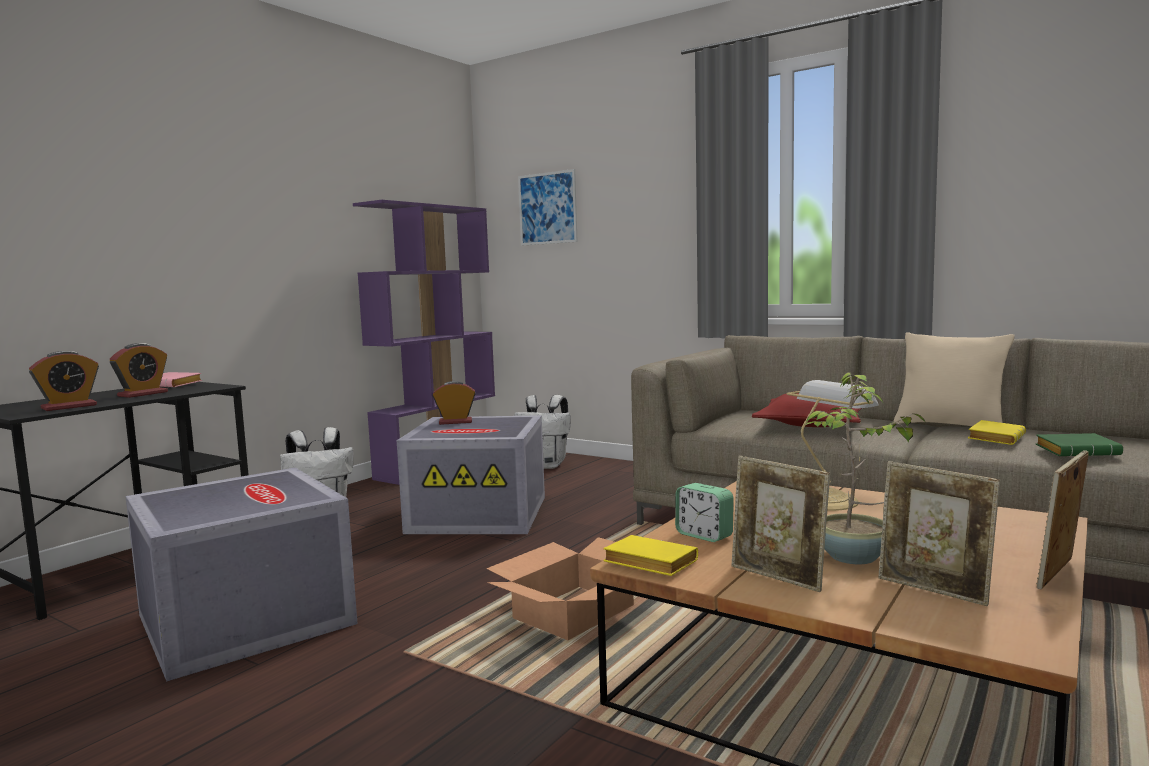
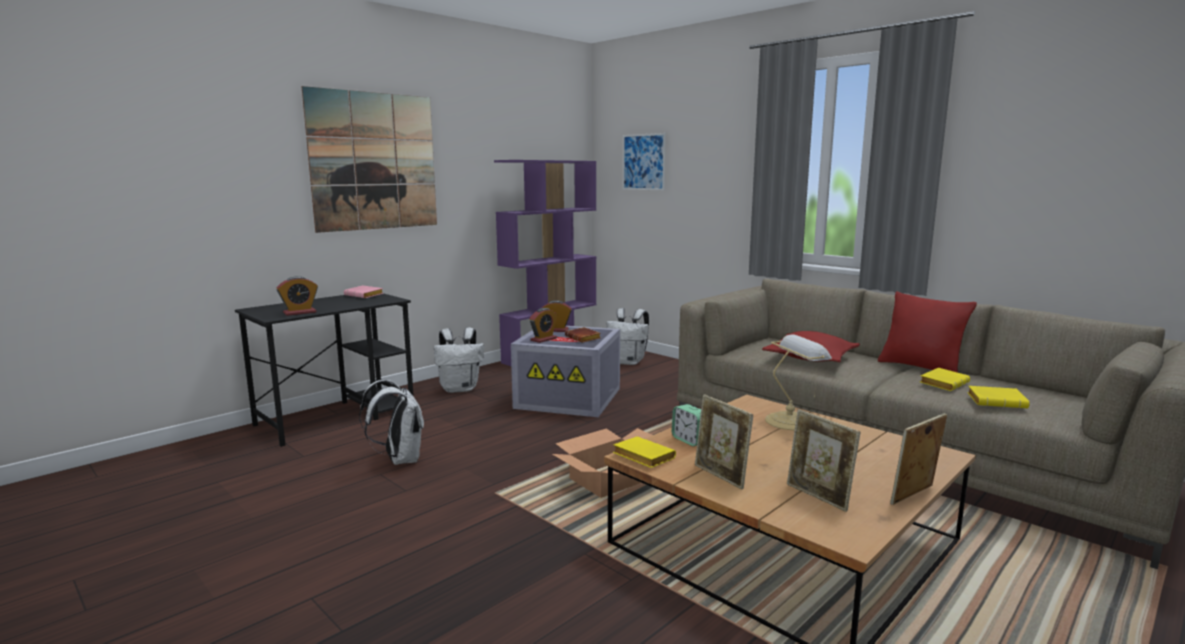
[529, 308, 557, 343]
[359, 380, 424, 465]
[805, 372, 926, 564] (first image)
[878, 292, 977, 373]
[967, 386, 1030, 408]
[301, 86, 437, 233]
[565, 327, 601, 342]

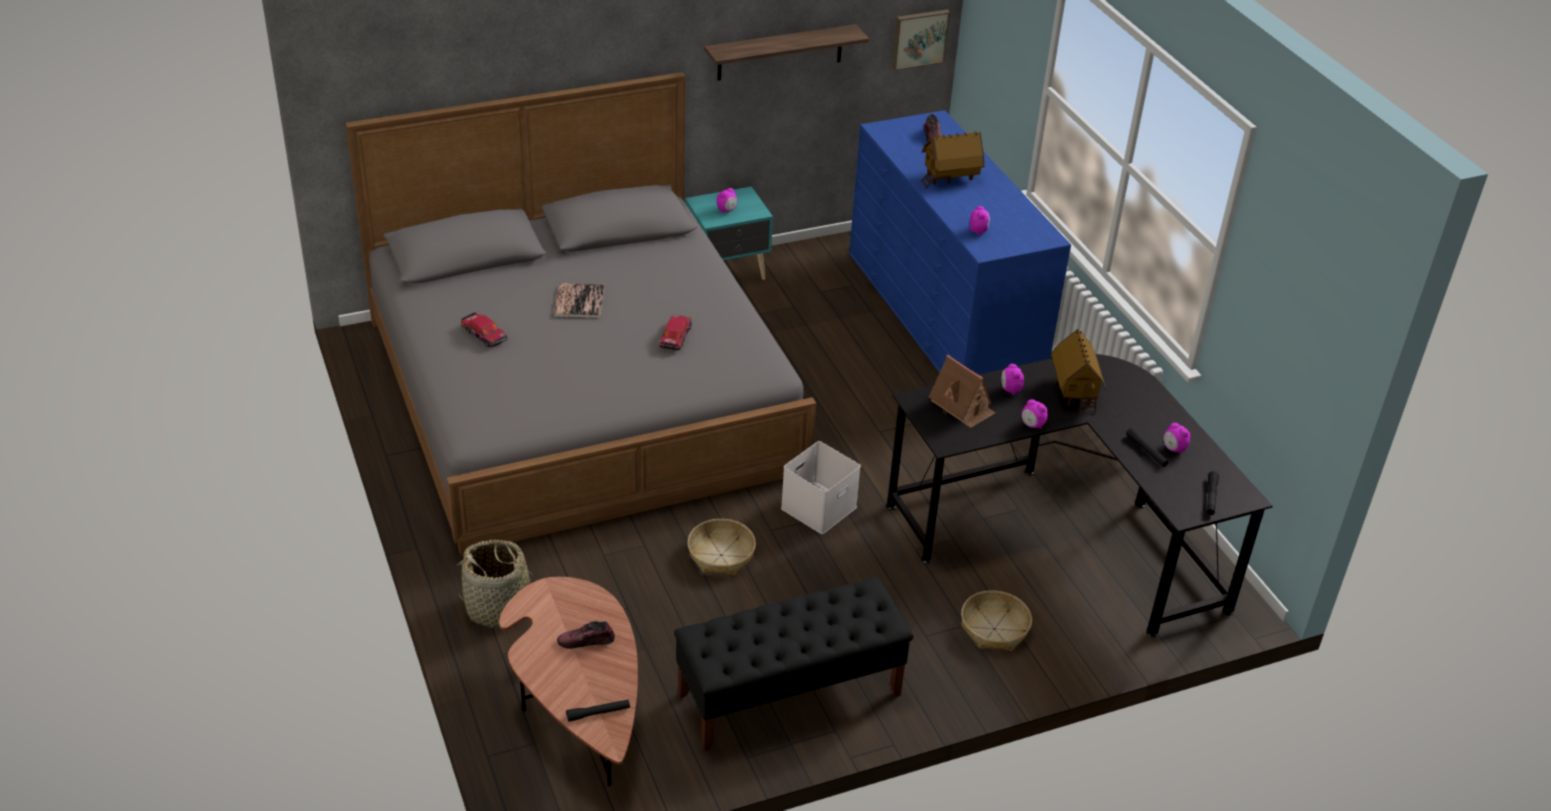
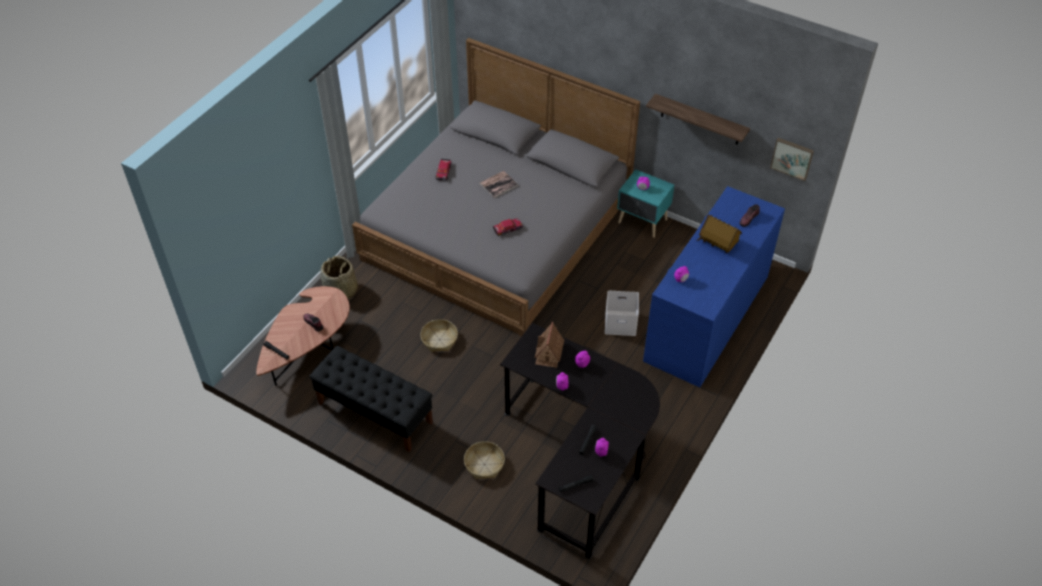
[605, 291, 639, 336]
[1051, 329, 1106, 415] (first image)

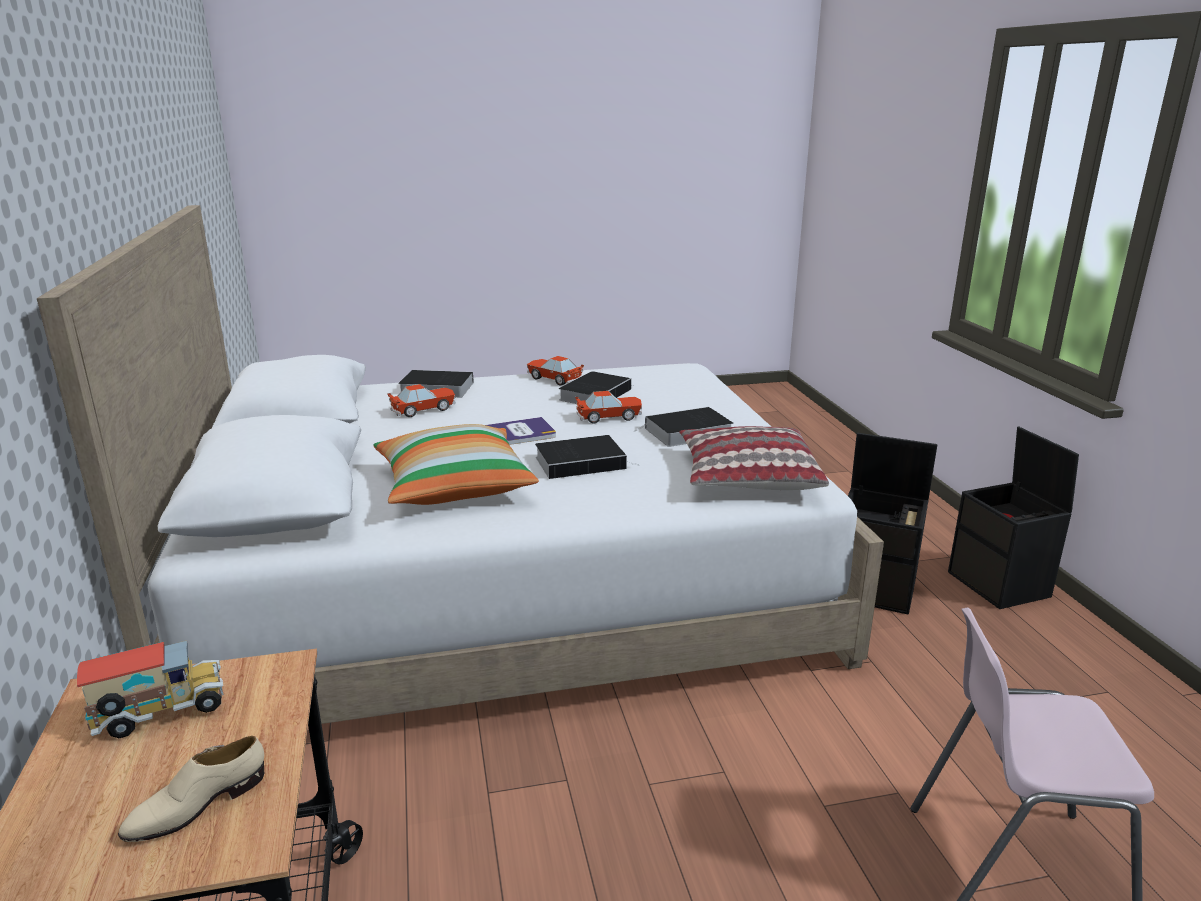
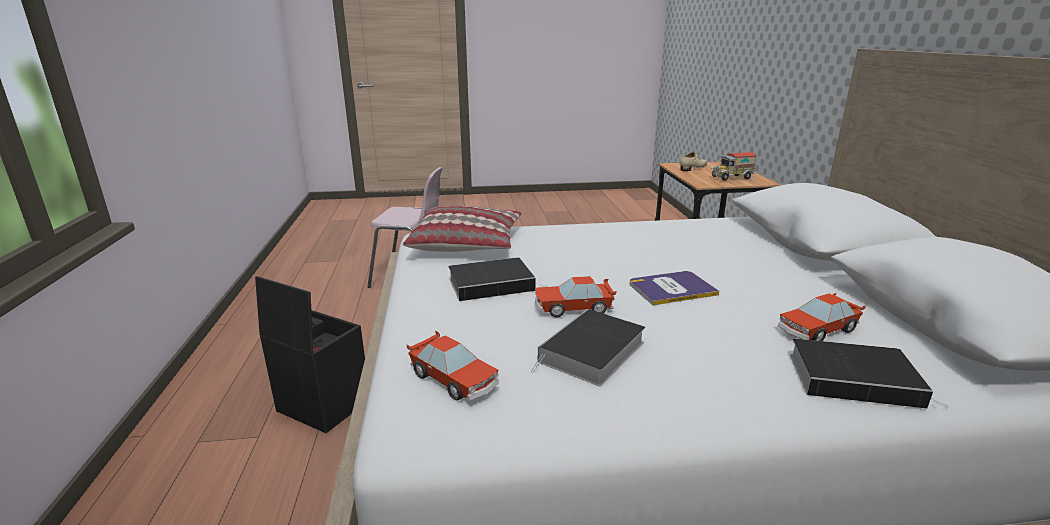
[373, 424, 539, 505] (first image)
[407, 331, 499, 401]
[535, 435, 635, 479] (first image)
[948, 427, 1079, 609] (first image)

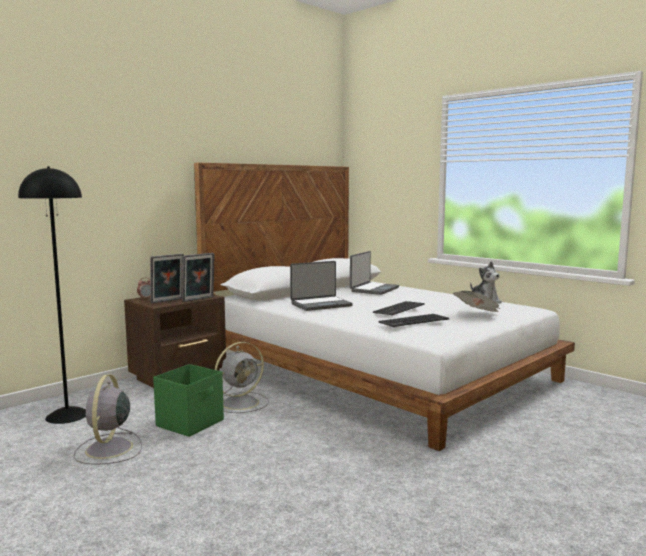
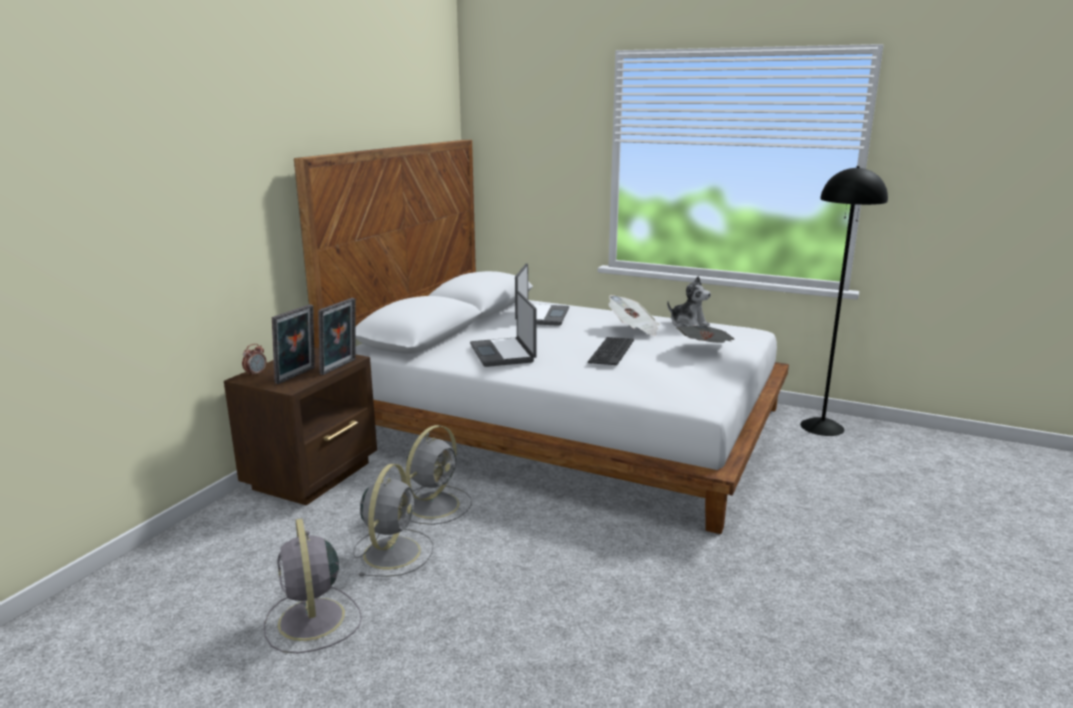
[800, 166, 888, 436]
[353, 464, 434, 577]
[470, 291, 537, 367]
[379, 314, 449, 327] (first image)
[608, 295, 659, 336]

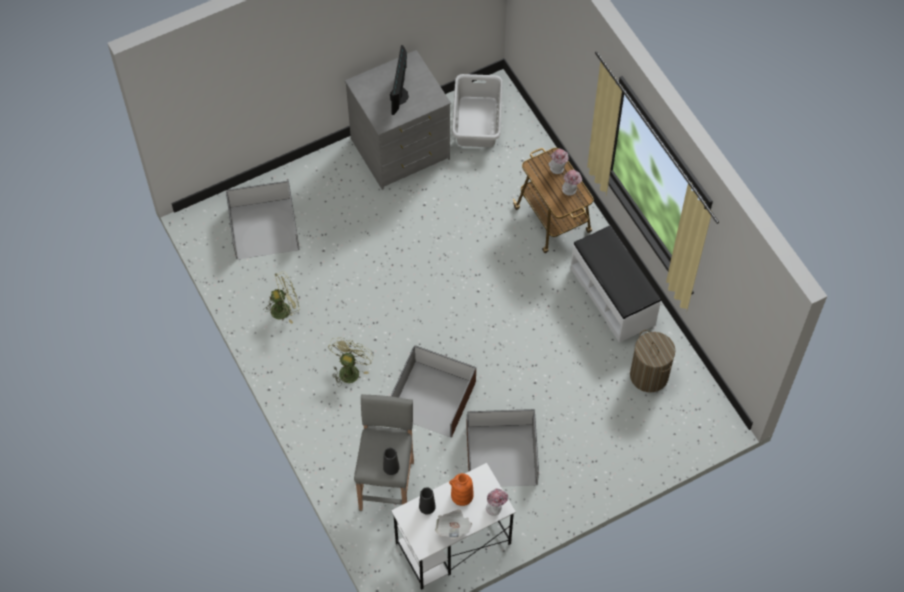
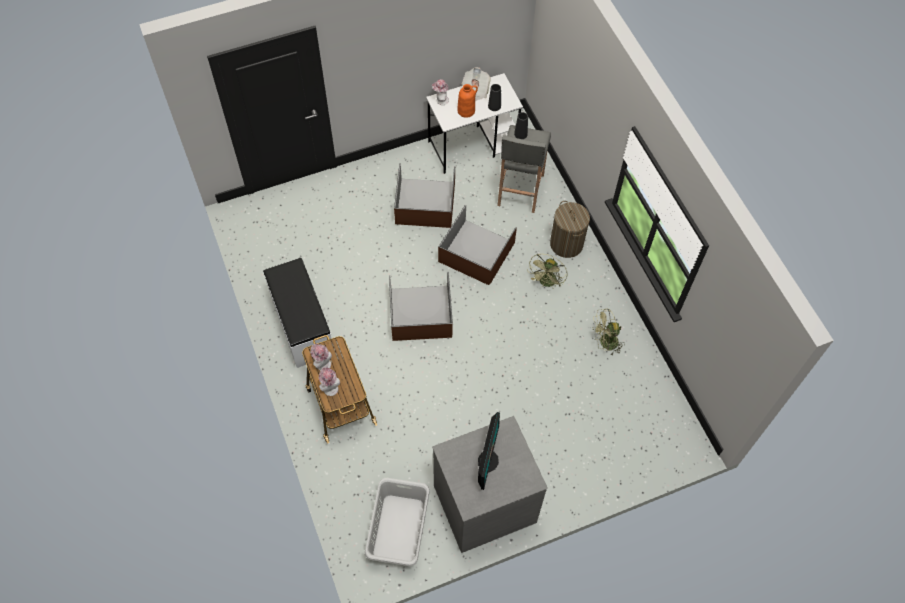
[389, 272, 453, 341]
[550, 201, 590, 258]

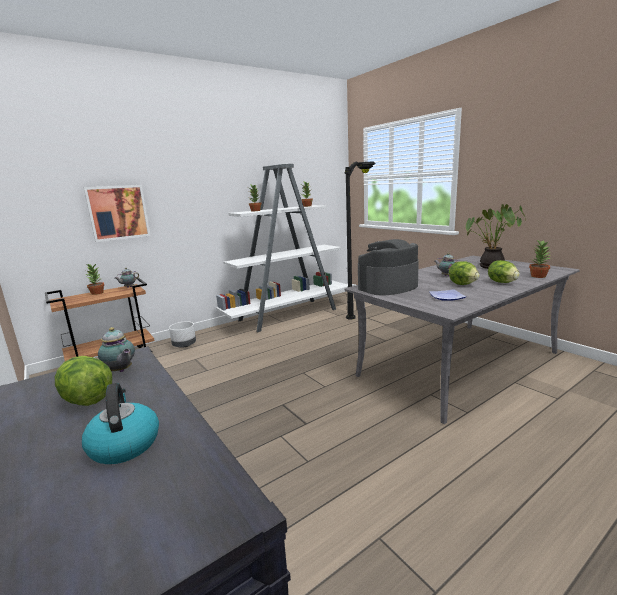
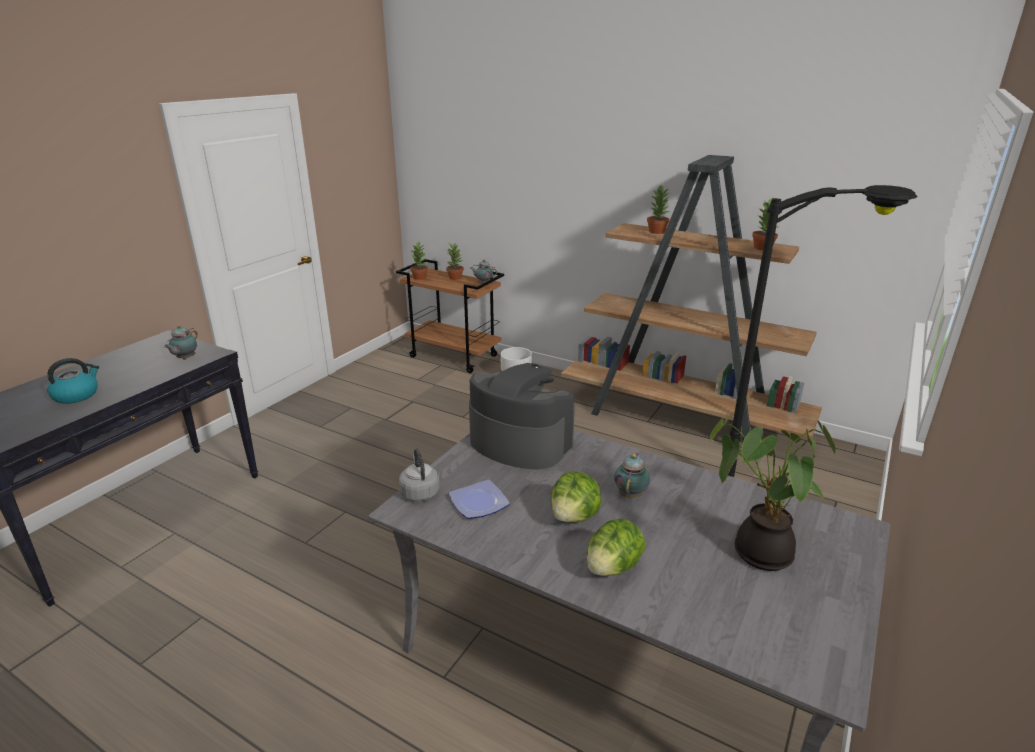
[55, 356, 112, 406] (first image)
[83, 185, 151, 242] (first image)
[561, 155, 822, 441]
[410, 242, 428, 280]
[399, 449, 439, 501]

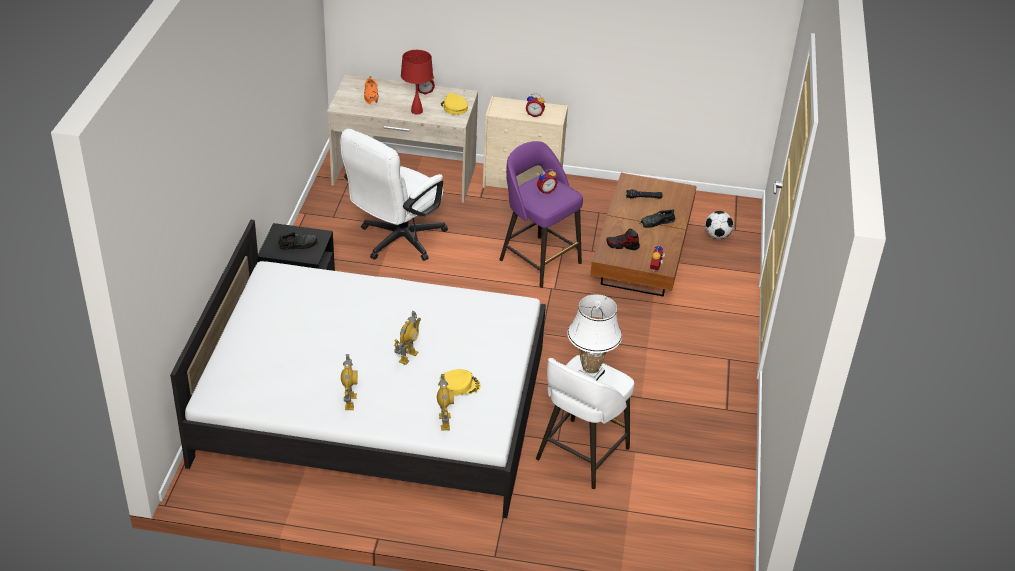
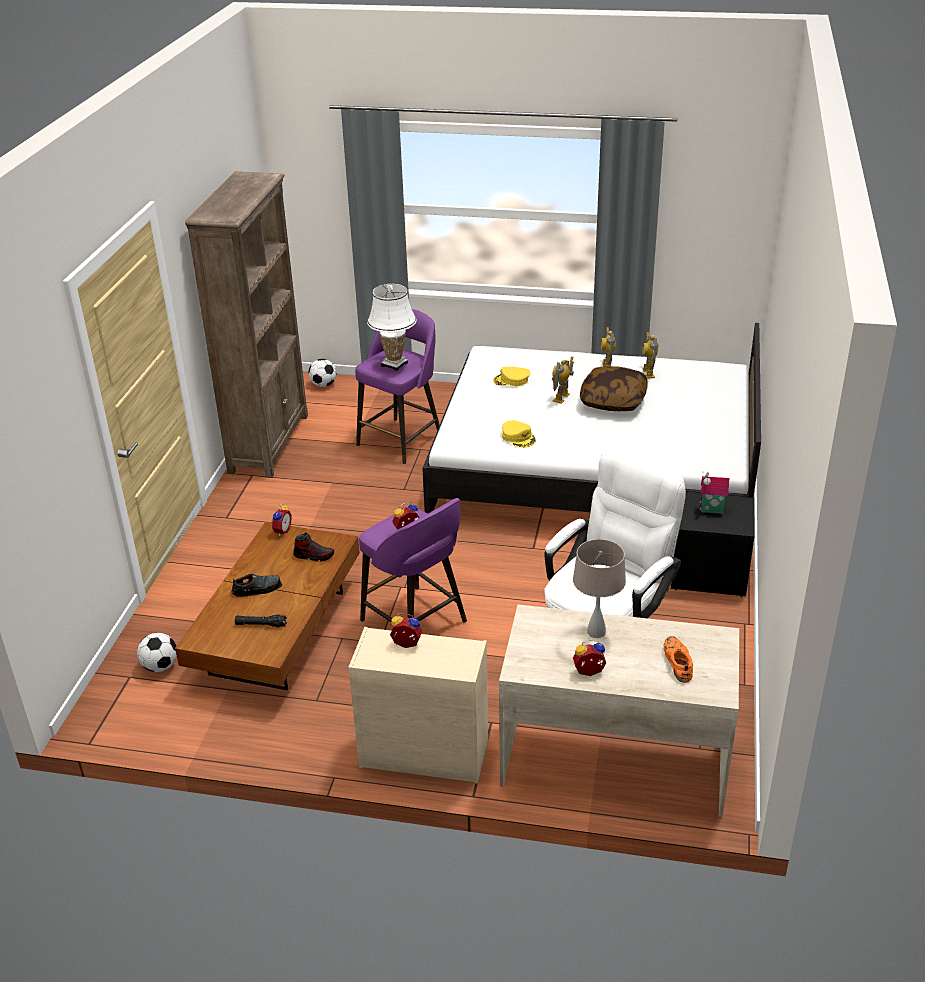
[700, 471, 729, 514]
[573, 539, 626, 638]
[642, 332, 658, 379]
[502, 420, 536, 448]
[355, 309, 440, 464]
[185, 171, 308, 478]
[308, 359, 337, 387]
[580, 366, 648, 411]

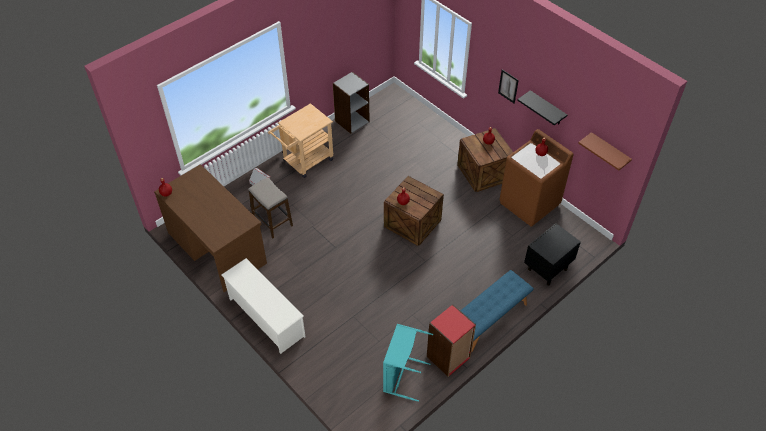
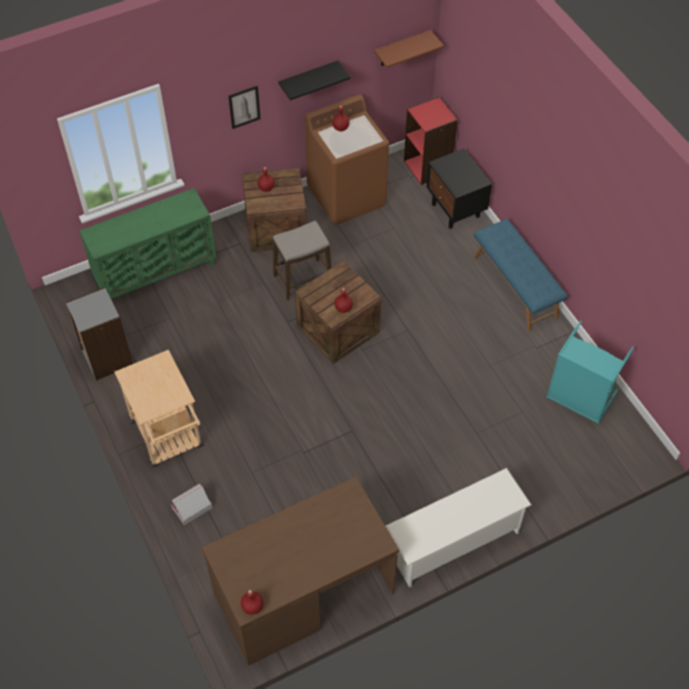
[273, 221, 331, 301]
[404, 97, 458, 185]
[79, 188, 216, 302]

